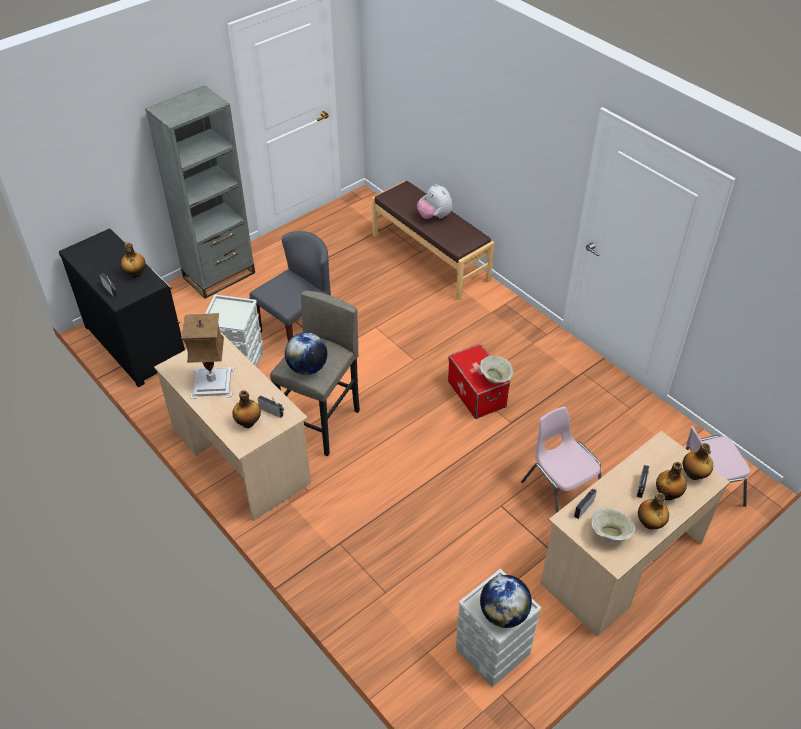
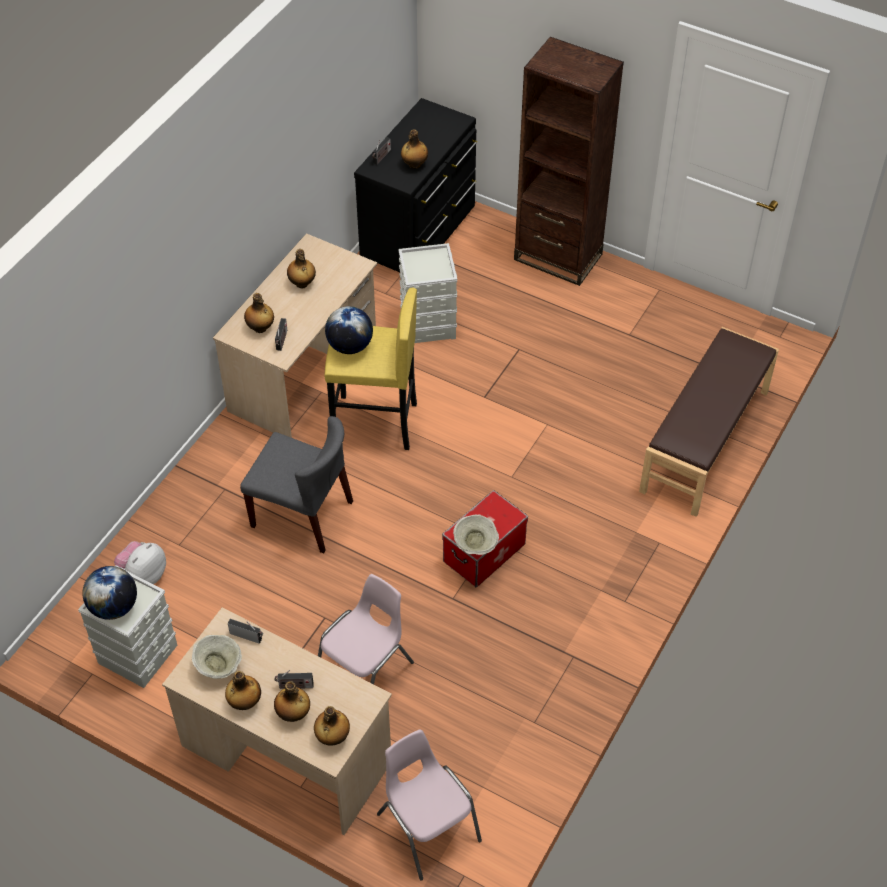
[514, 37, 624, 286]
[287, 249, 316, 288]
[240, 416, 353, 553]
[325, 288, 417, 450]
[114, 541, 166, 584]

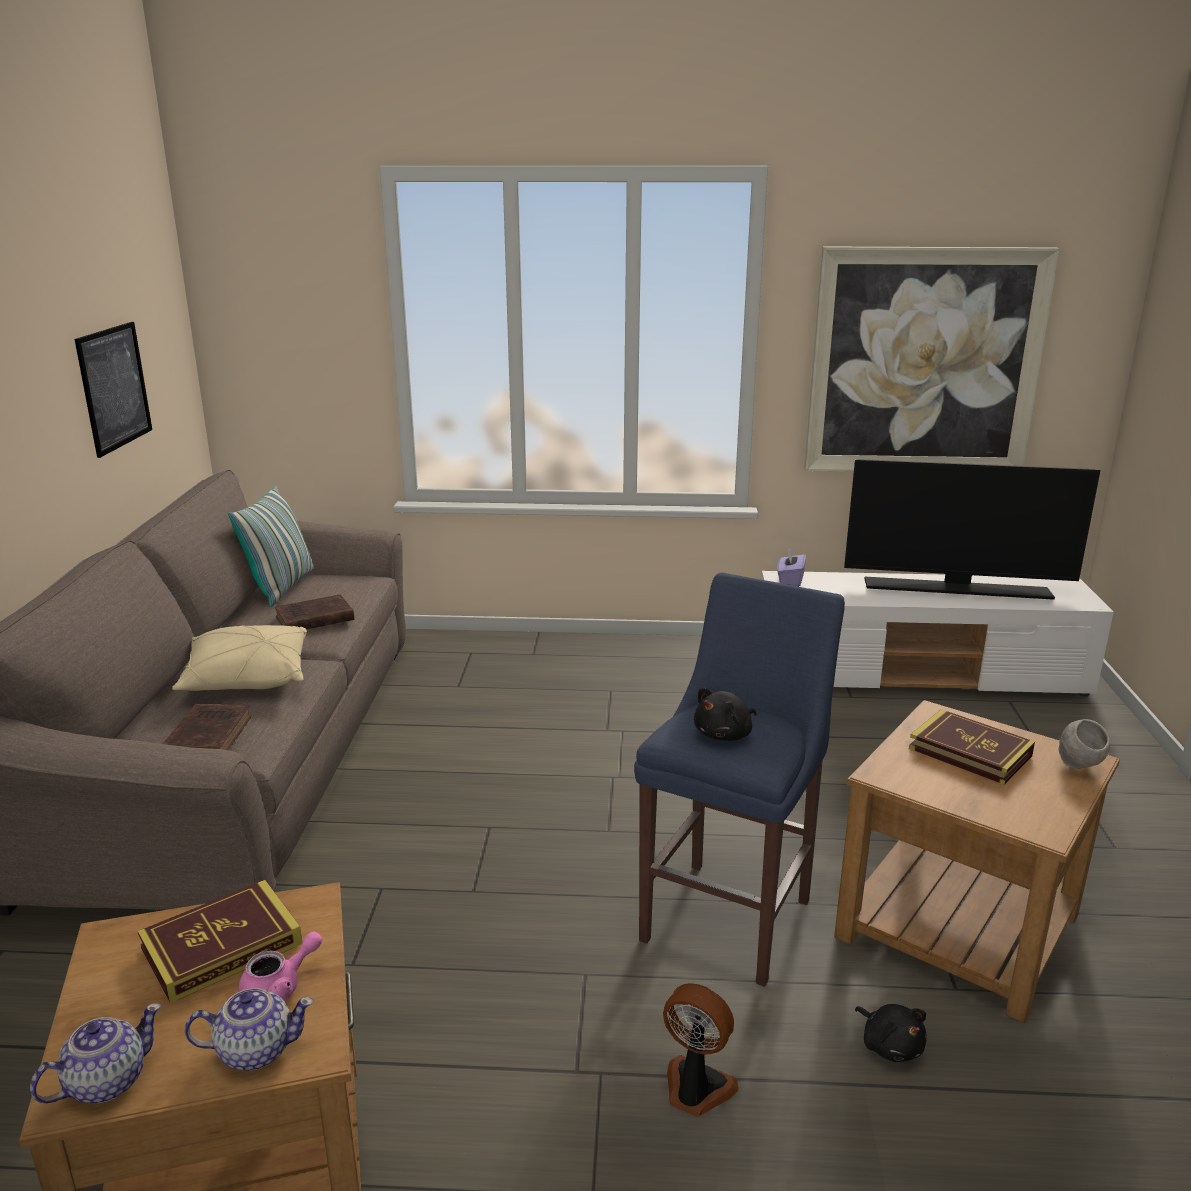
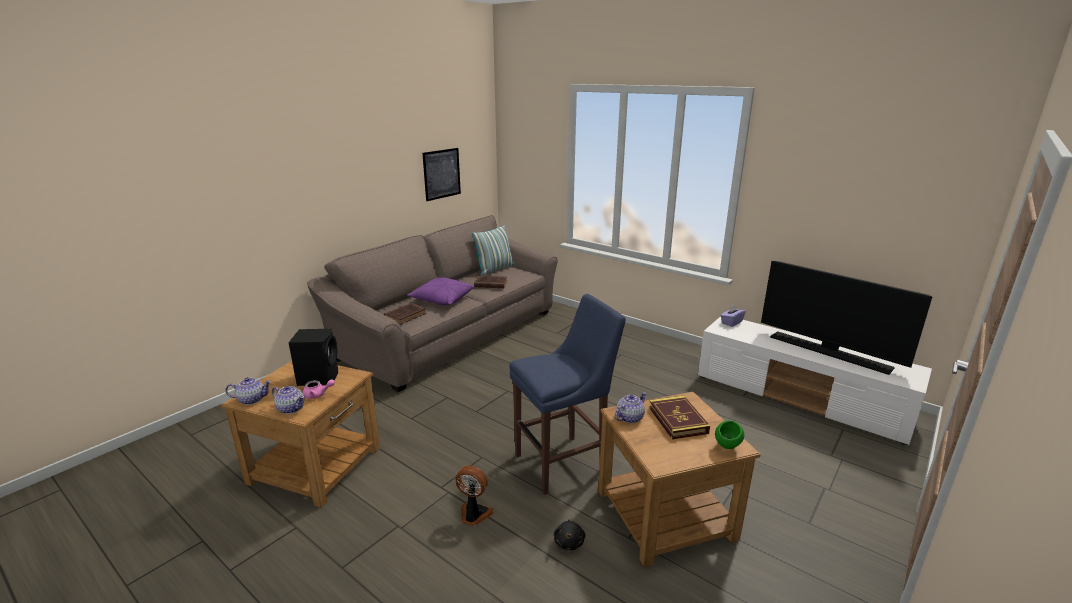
[289, 328, 338, 386]
[407, 277, 475, 305]
[455, 465, 494, 526]
[694, 688, 757, 741] (first image)
[804, 247, 1060, 472] (first image)
[715, 421, 744, 449]
[615, 392, 647, 423]

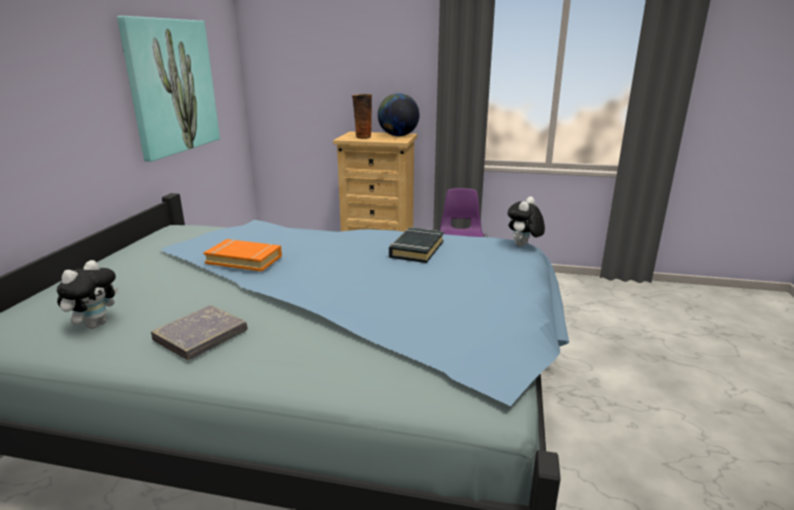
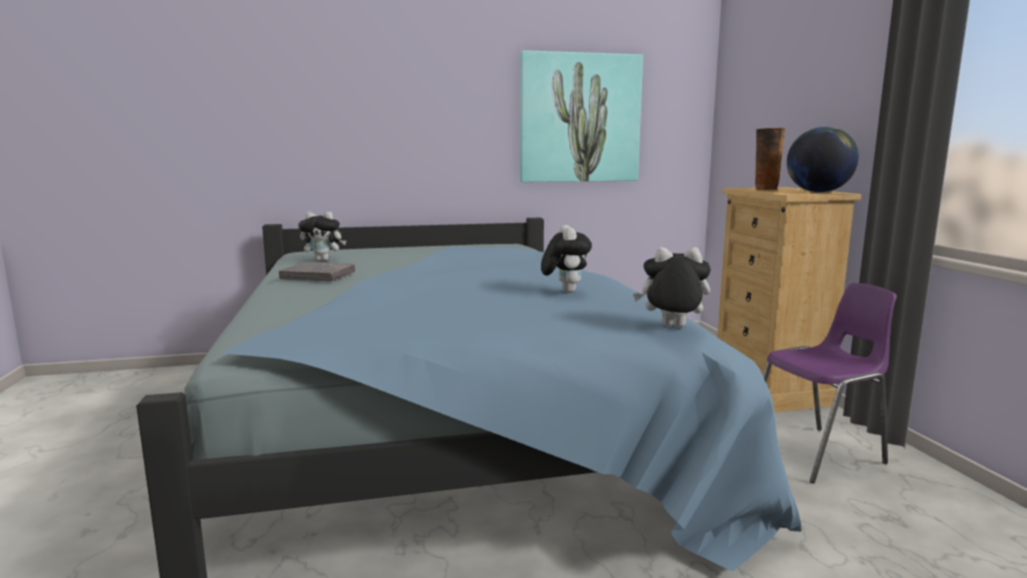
[204, 239, 282, 271] (first image)
[541, 225, 592, 293]

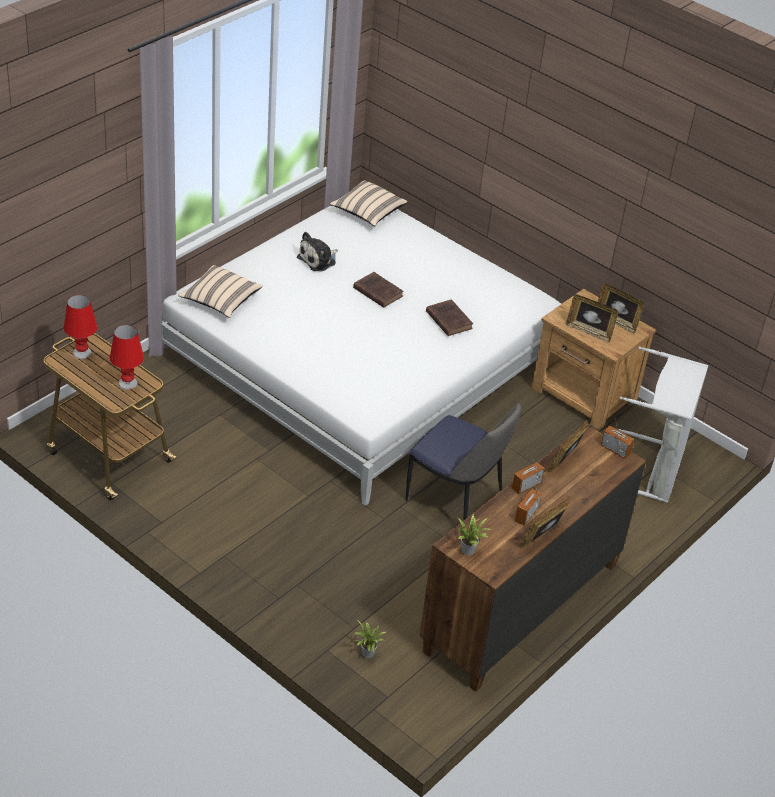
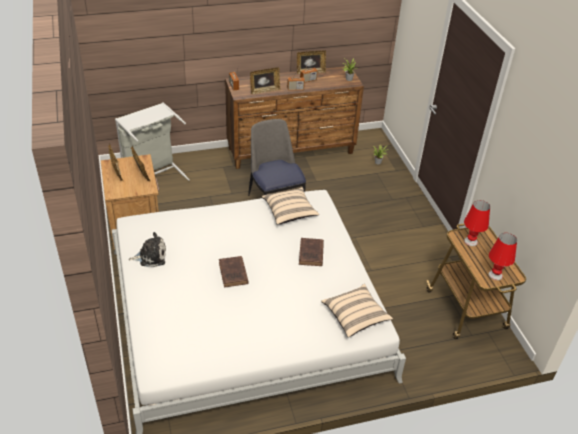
[129, 232, 166, 267]
[262, 187, 319, 225]
[299, 238, 324, 266]

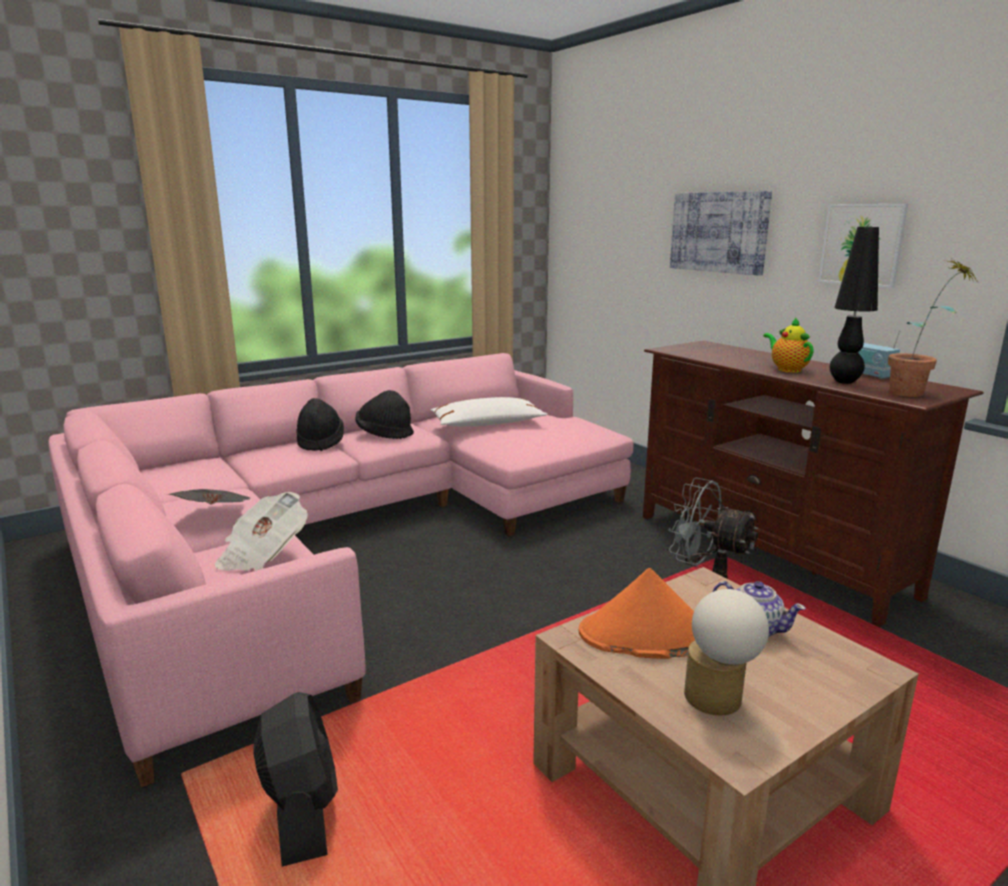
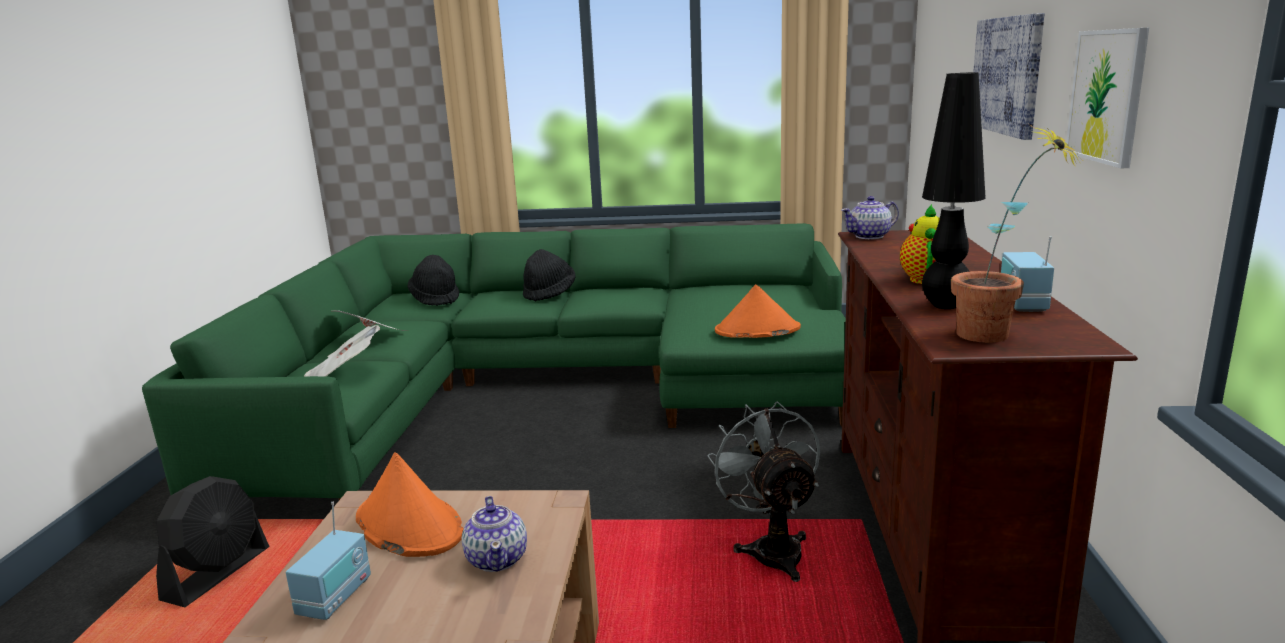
[142, 223, 846, 500]
[408, 255, 459, 306]
[431, 397, 548, 427] (first image)
[286, 502, 371, 620]
[715, 284, 801, 338]
[841, 196, 899, 239]

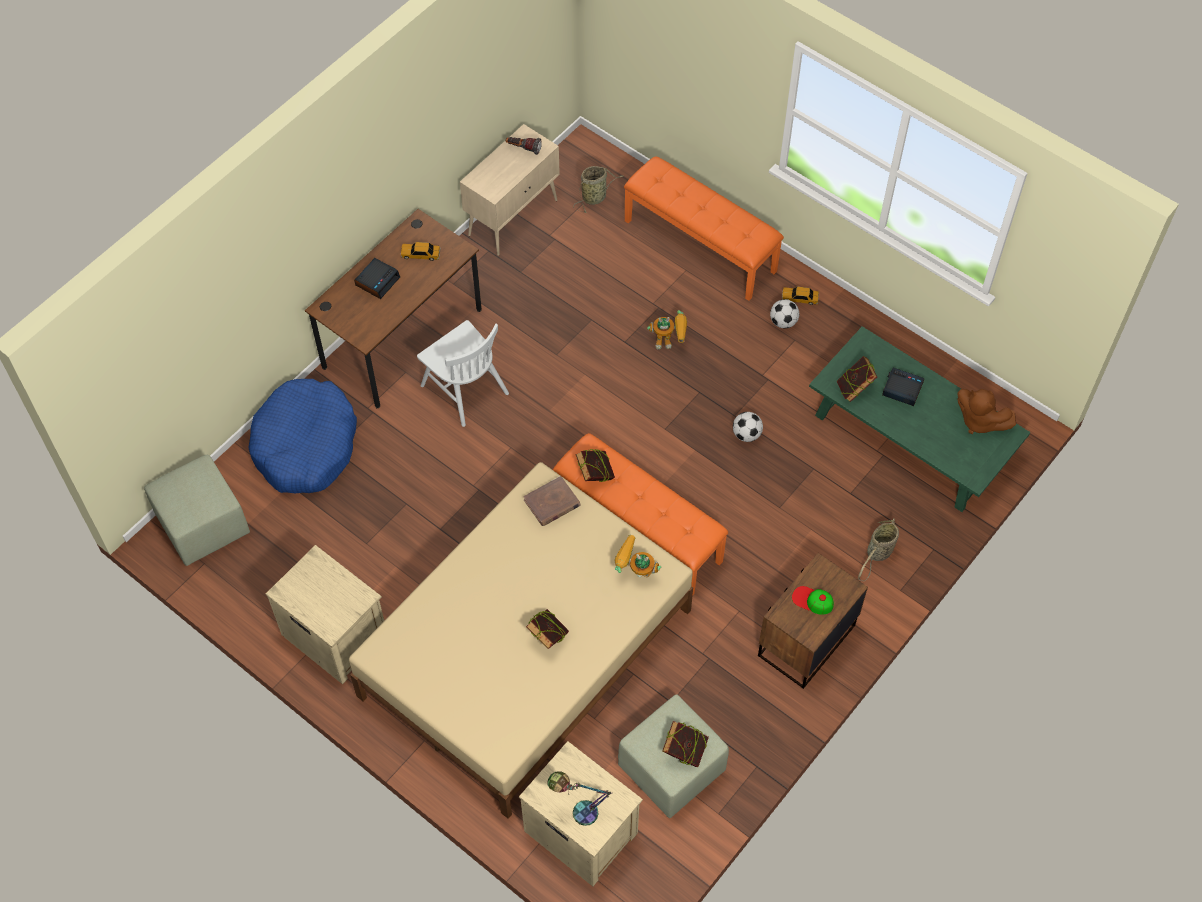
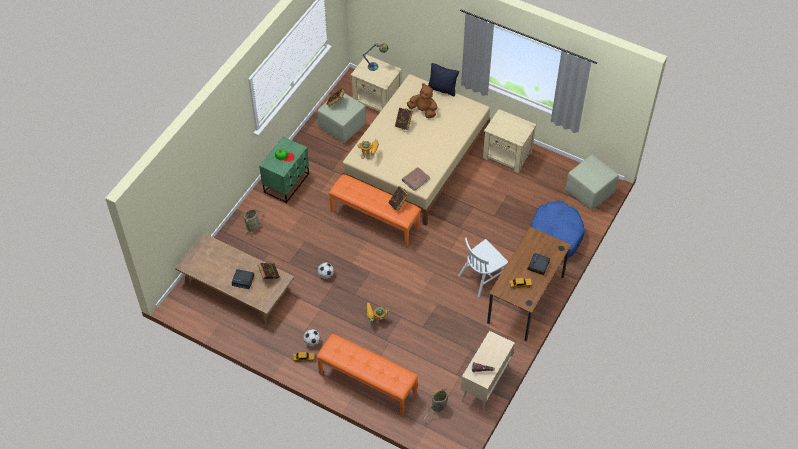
[458, 238, 508, 297]
[259, 137, 309, 203]
[175, 233, 294, 324]
[407, 83, 437, 118]
[428, 63, 459, 96]

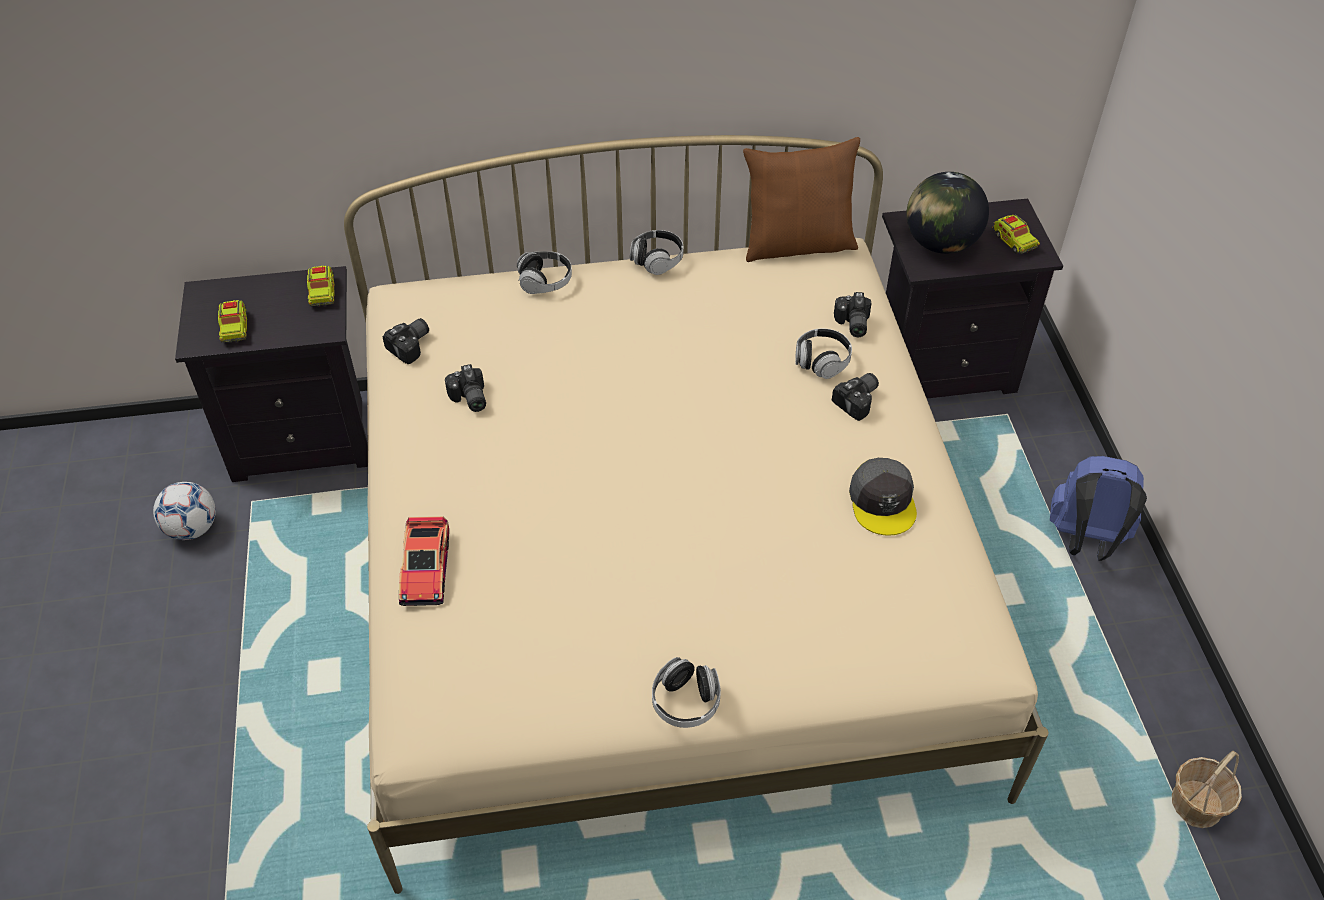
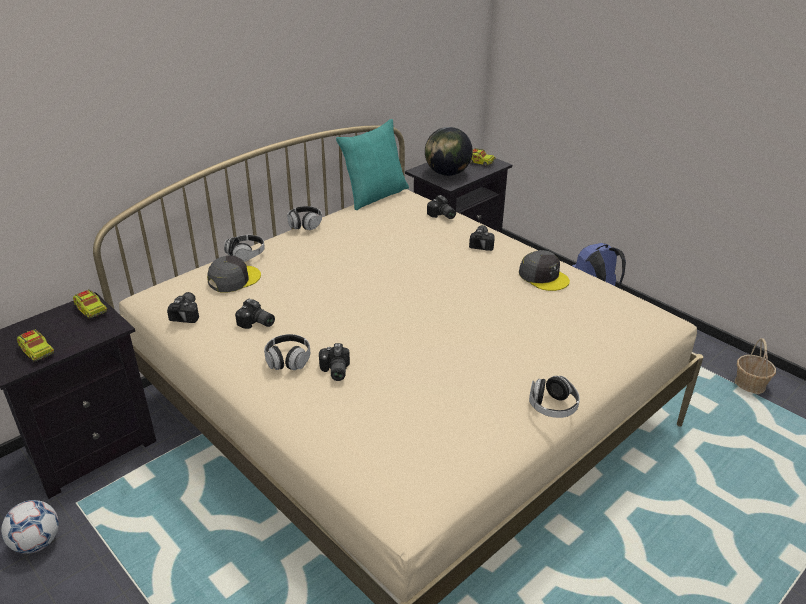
[399, 516, 449, 606] (first image)
[336, 119, 409, 210]
[264, 334, 310, 370]
[207, 256, 261, 292]
[319, 343, 350, 381]

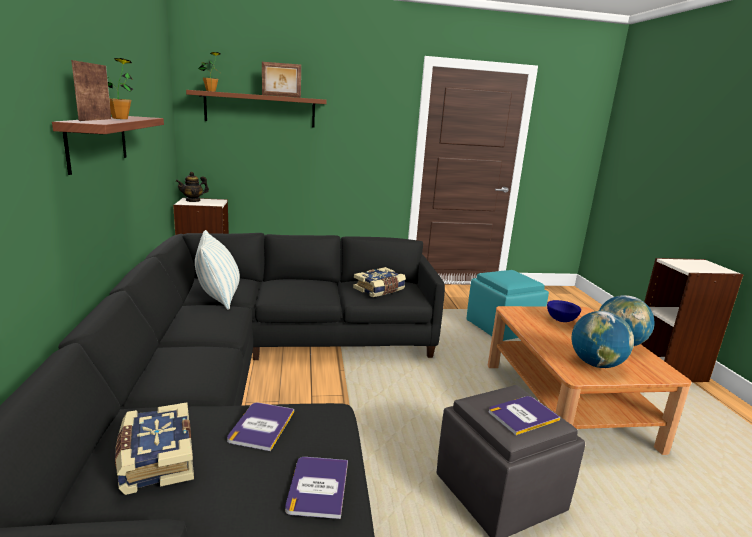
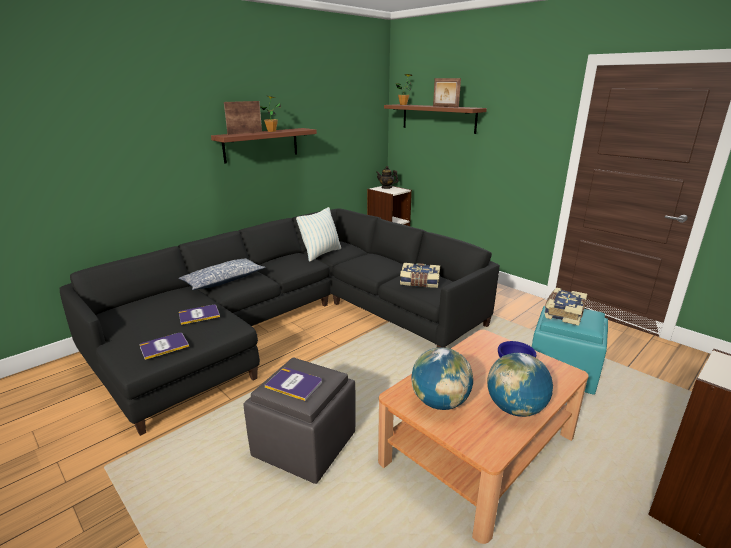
[544, 287, 587, 326]
[179, 258, 265, 290]

